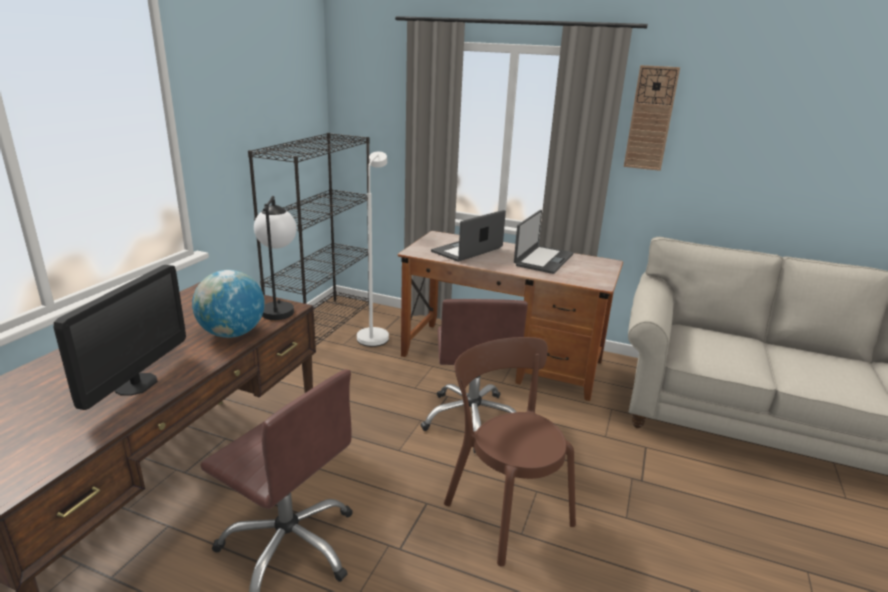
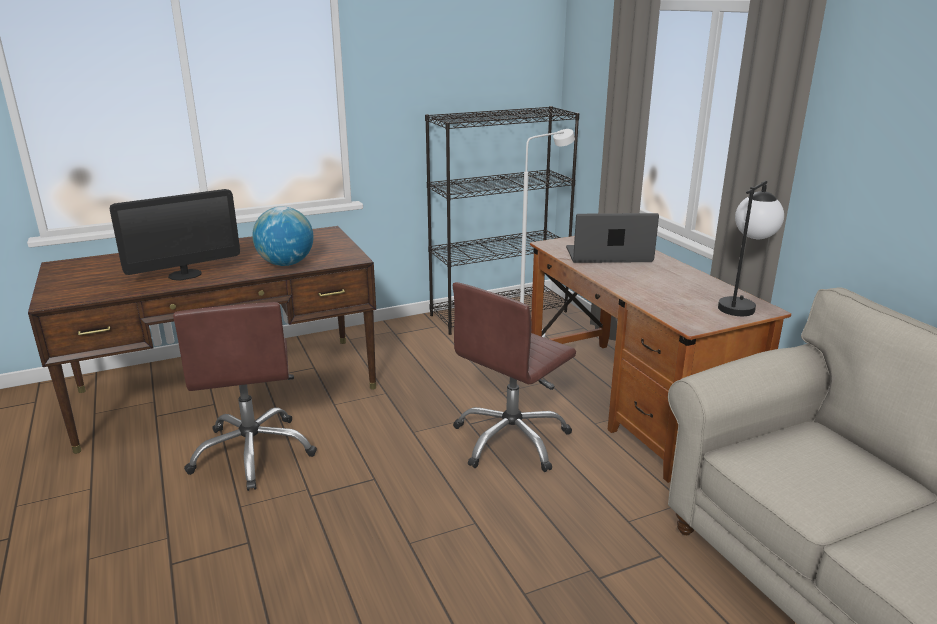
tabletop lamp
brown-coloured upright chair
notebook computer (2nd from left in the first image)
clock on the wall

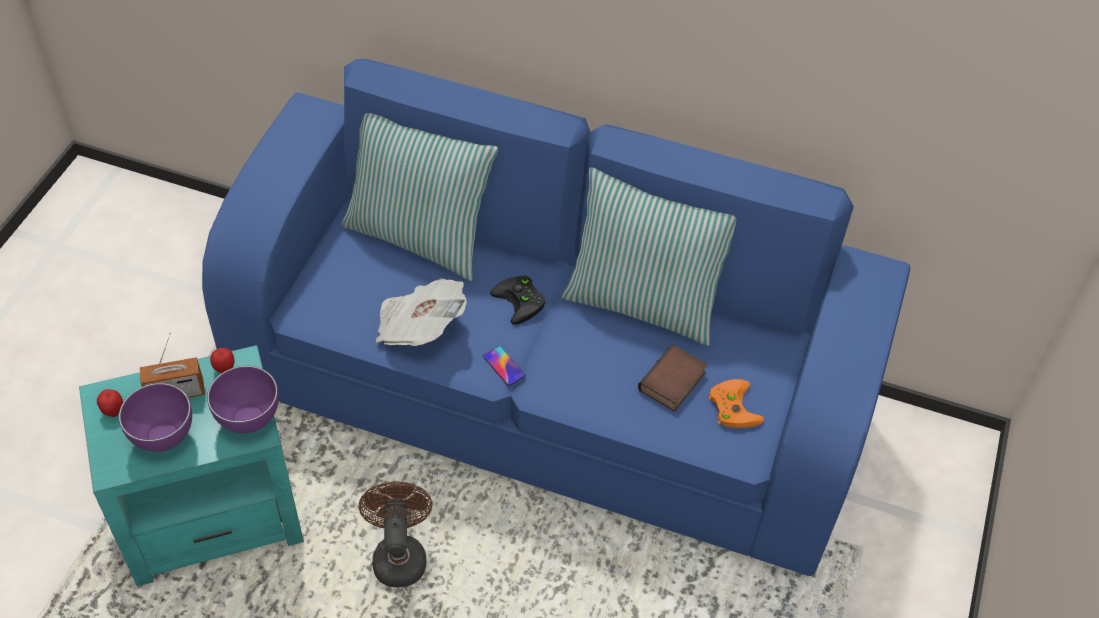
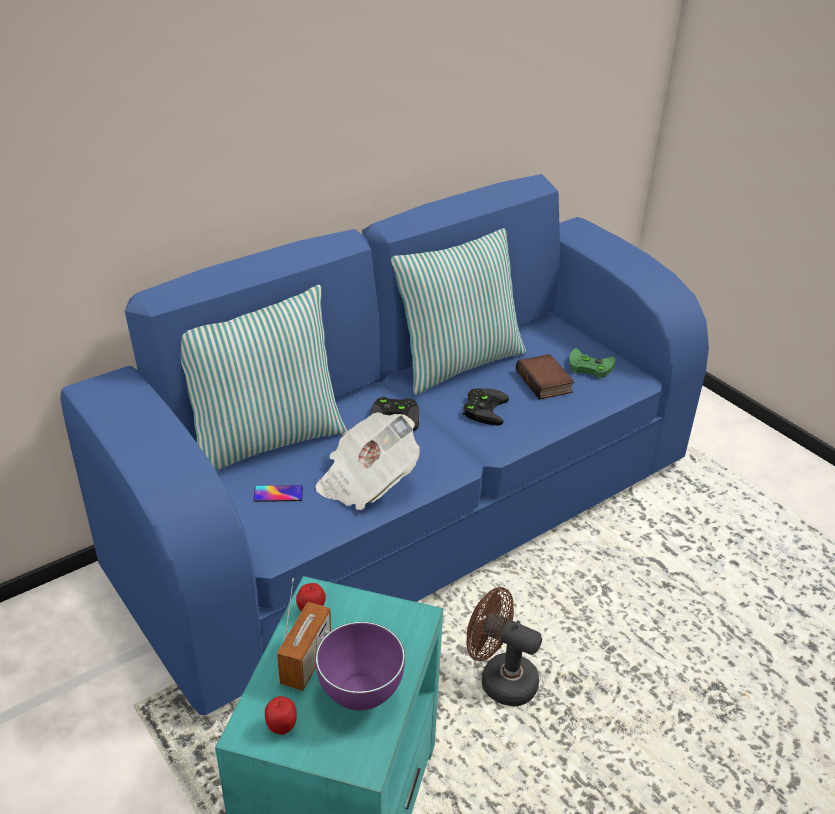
purplish bowl (2nd from left in the first image)
phone
green joypad
black joypad (2nd from left)

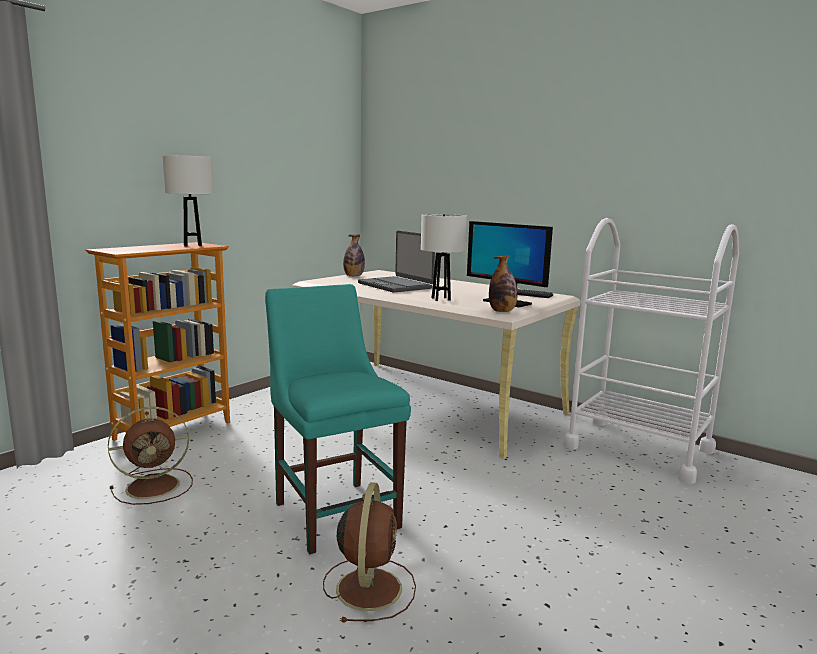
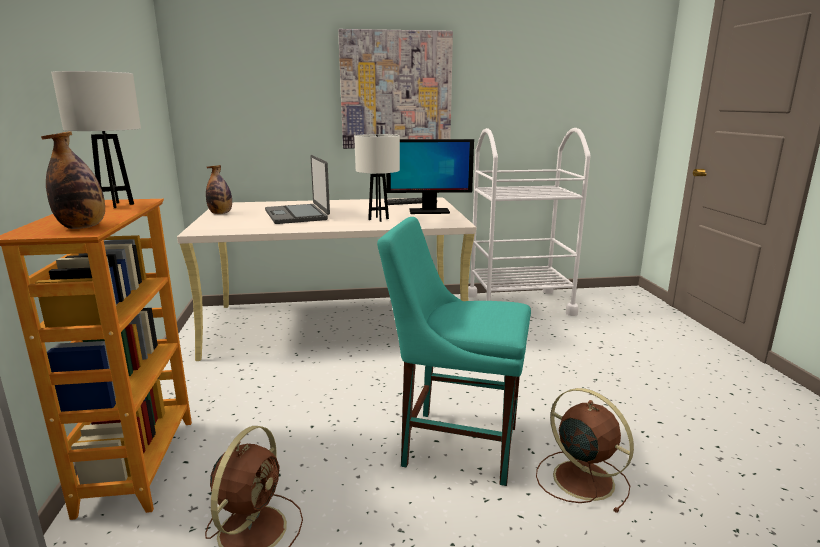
notebook computer
drink bottle (1st from left)
wall picture

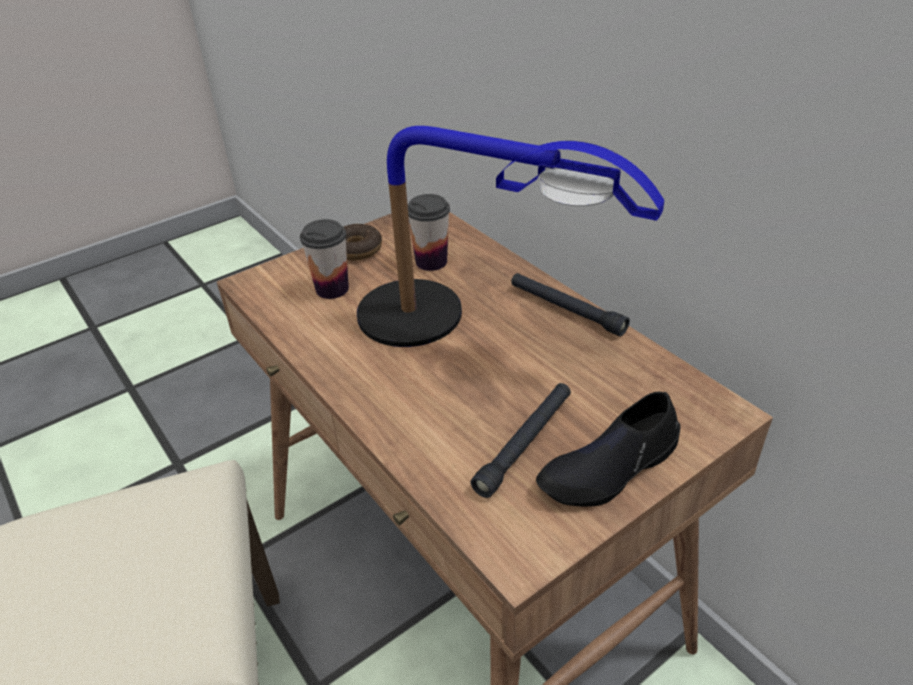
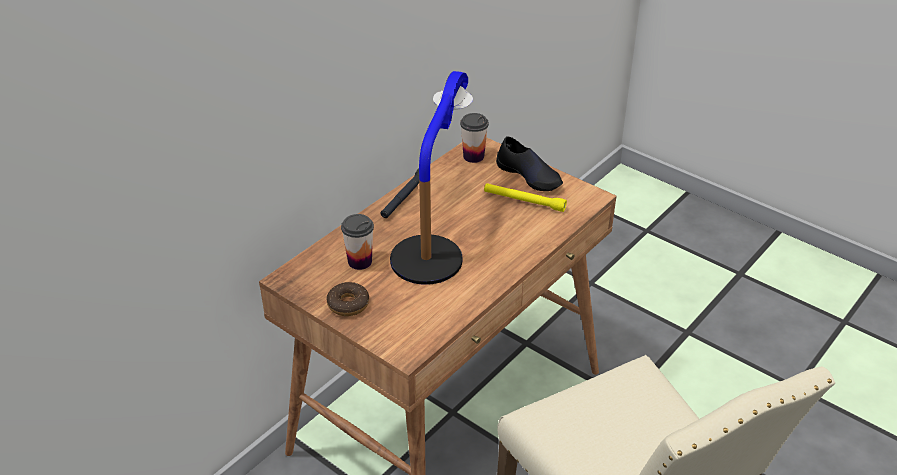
cup (2nd from left)
yellowish flashlight

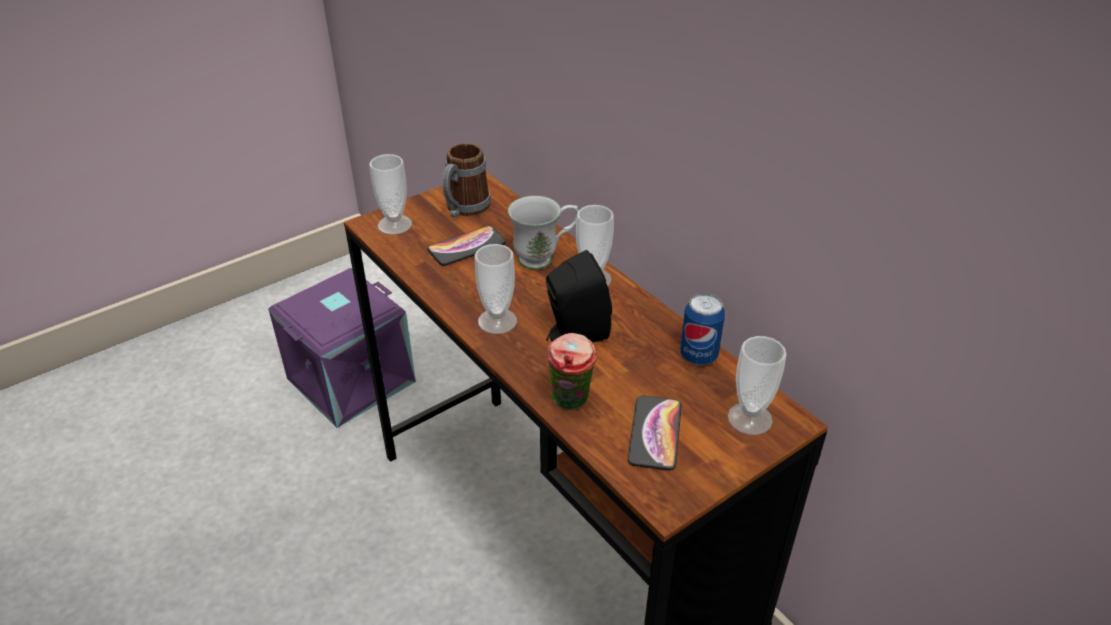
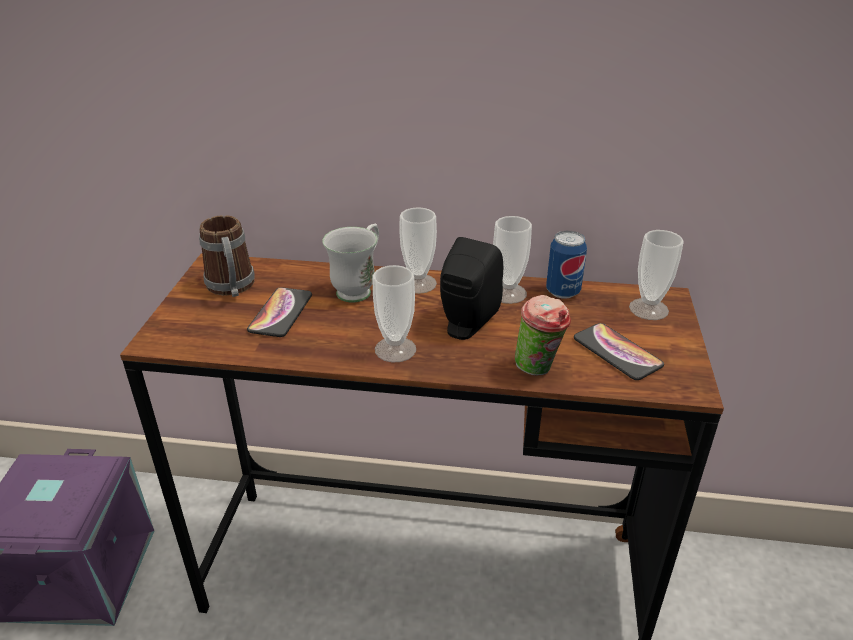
cup (3rd from left)

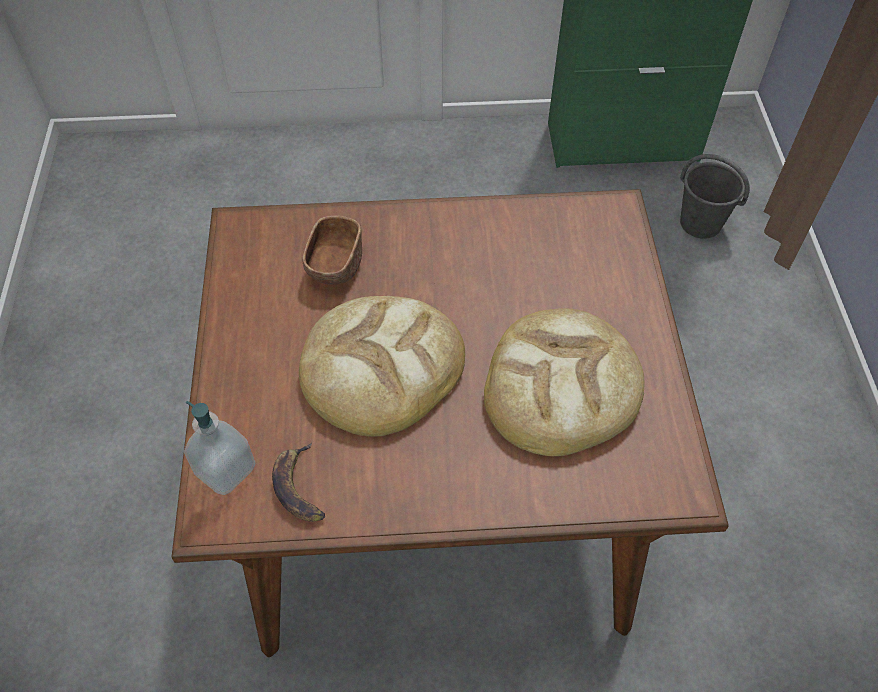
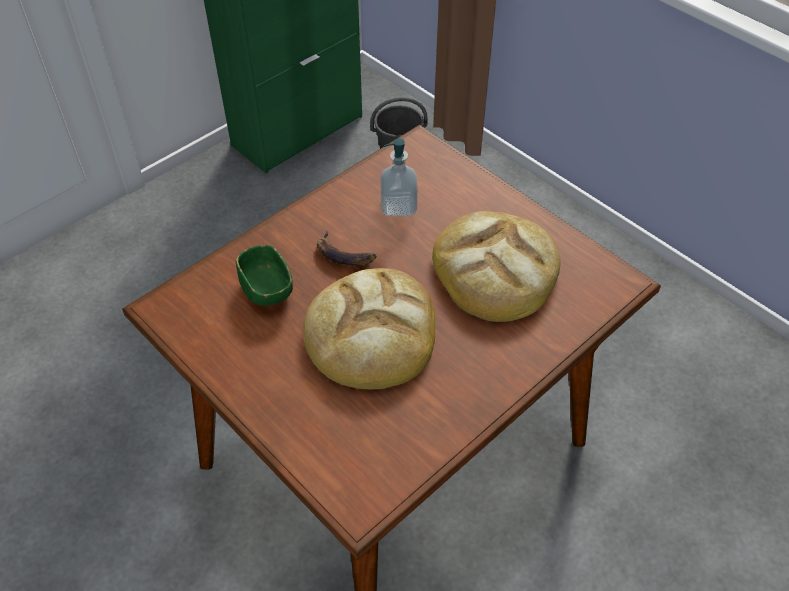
soap dispenser
whole banana
green bowl

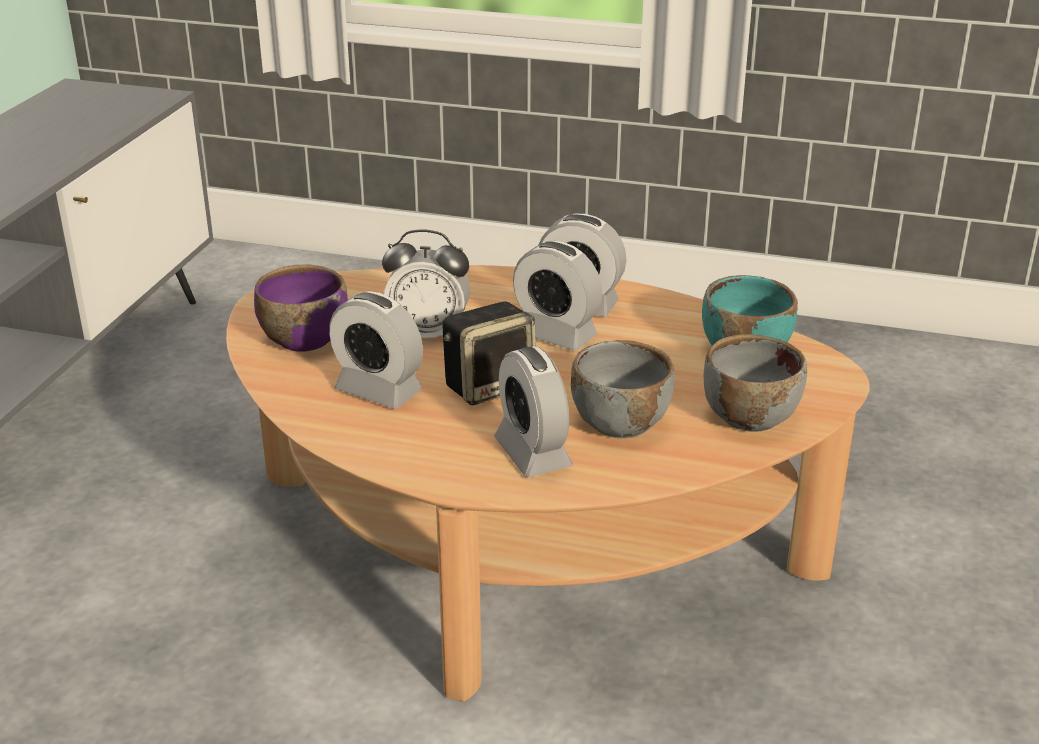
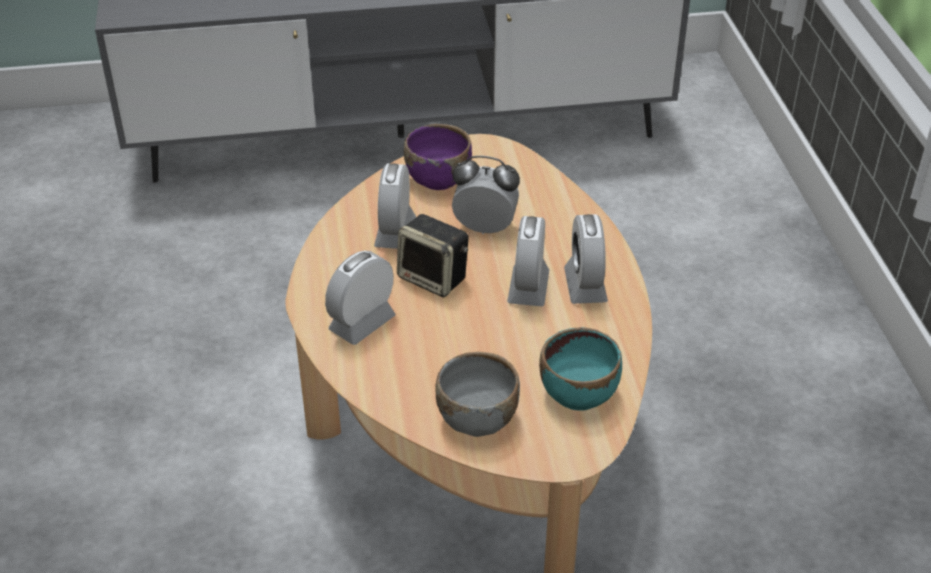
alarm clock (3rd from left)
greyish bowl (1st from left in the first image)

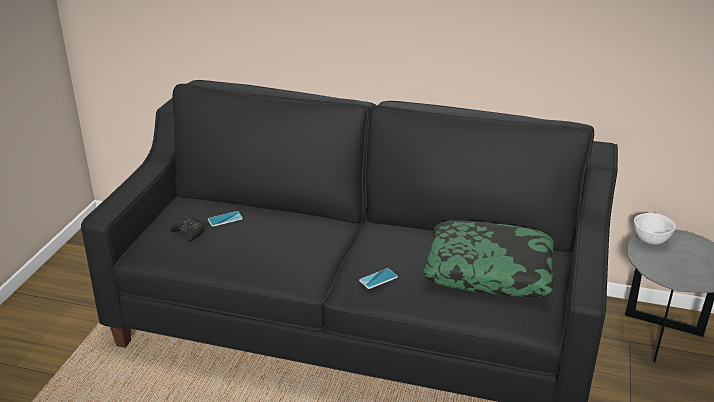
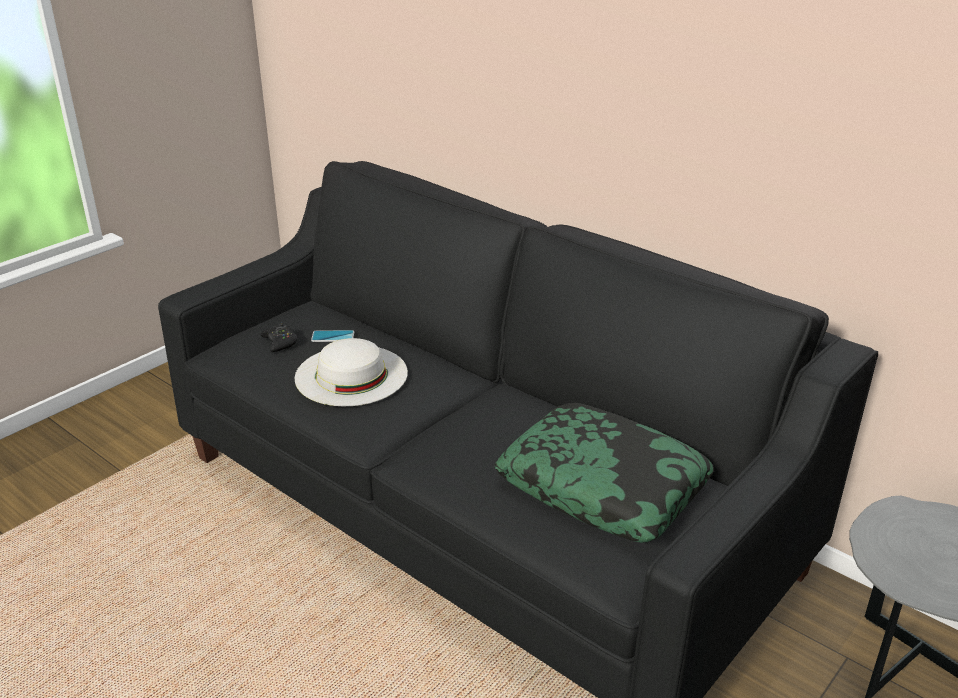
phone (2nd from left in the first image)
white-coloured bowl
white-coloured wearable hat

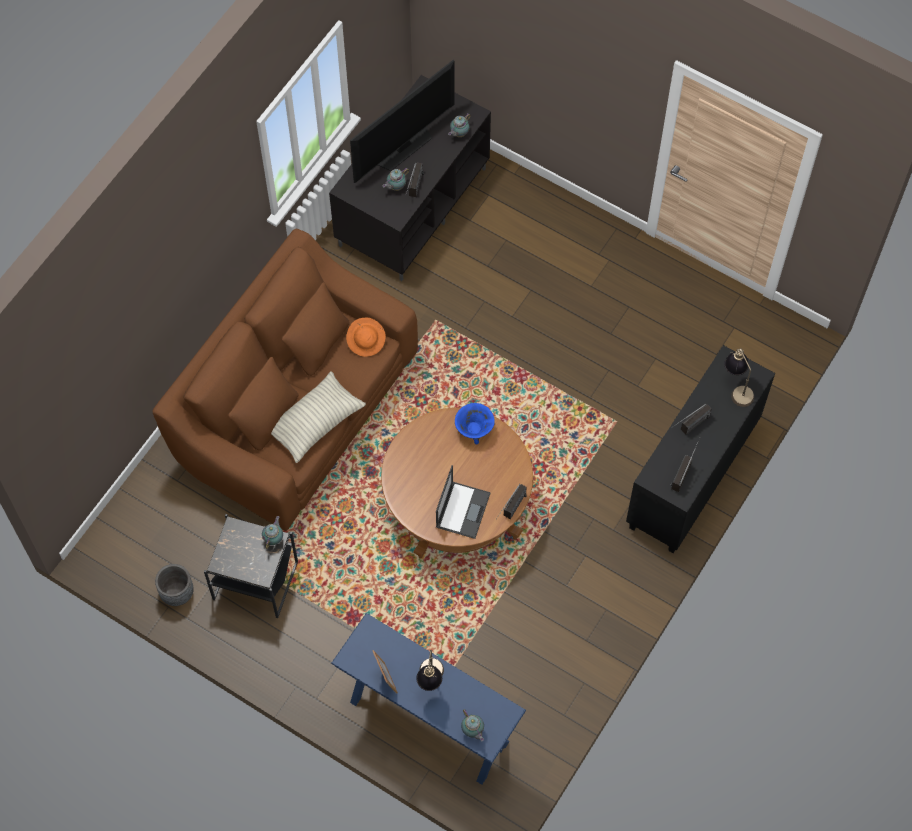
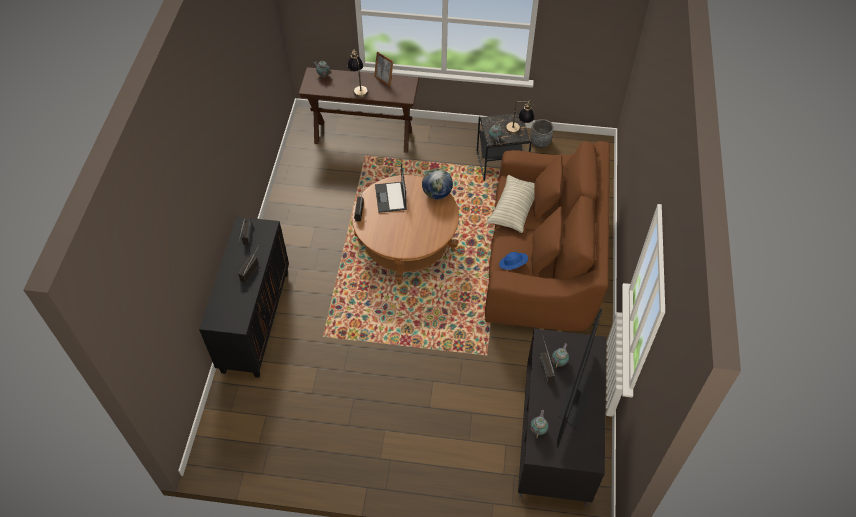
brown-coloured hall table
bluish wearable hat
bluish bowl
tabletop lamp (2nd from left)
desk globe

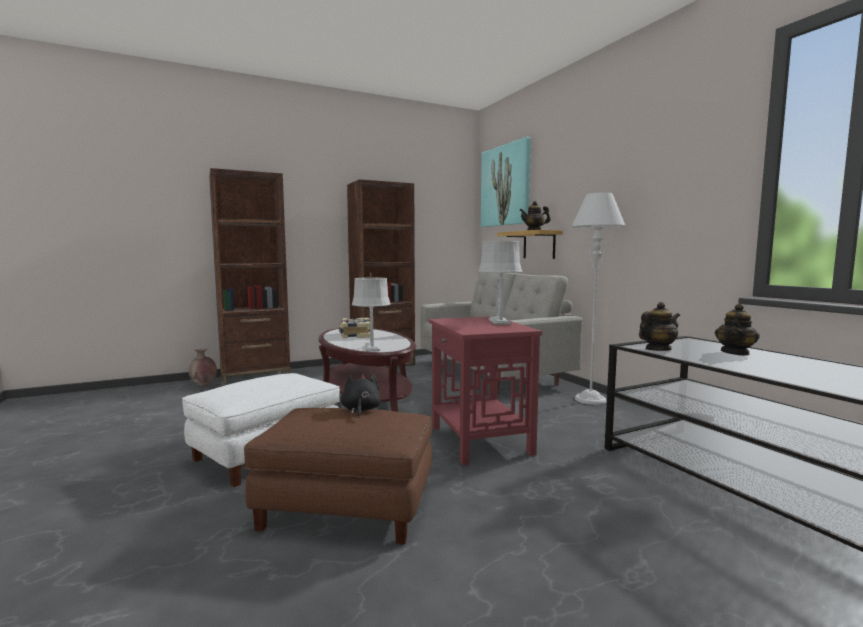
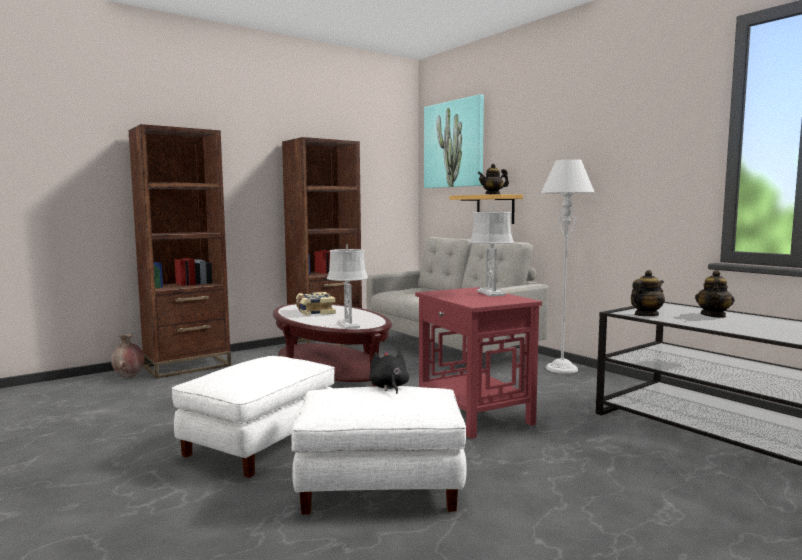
white-coloured ottoman (2nd from left)

